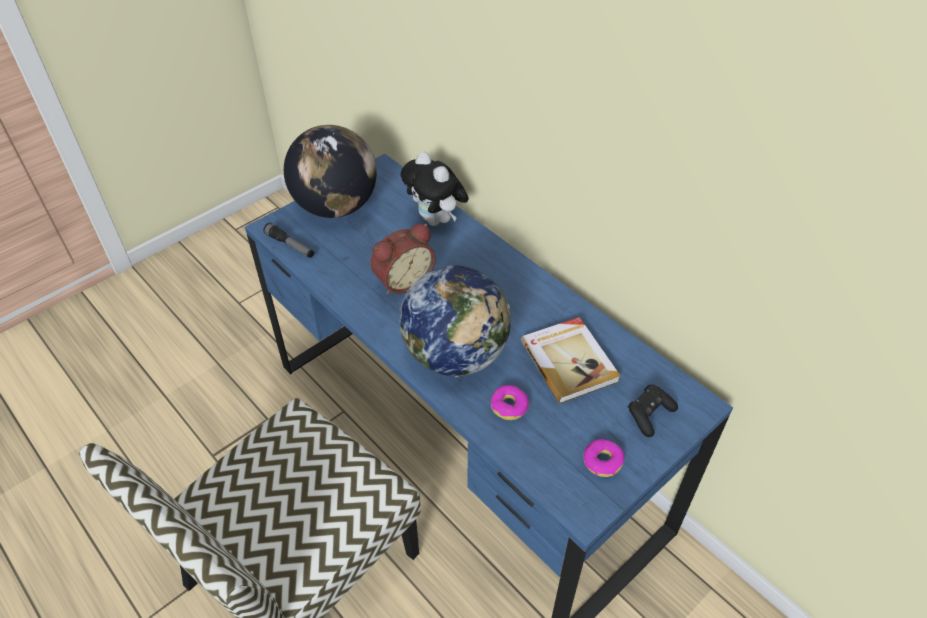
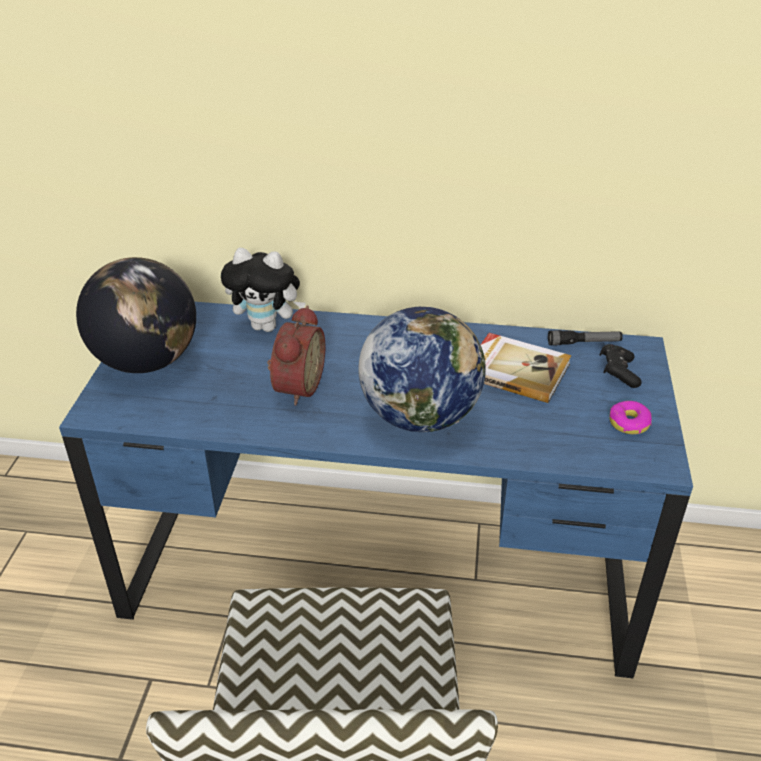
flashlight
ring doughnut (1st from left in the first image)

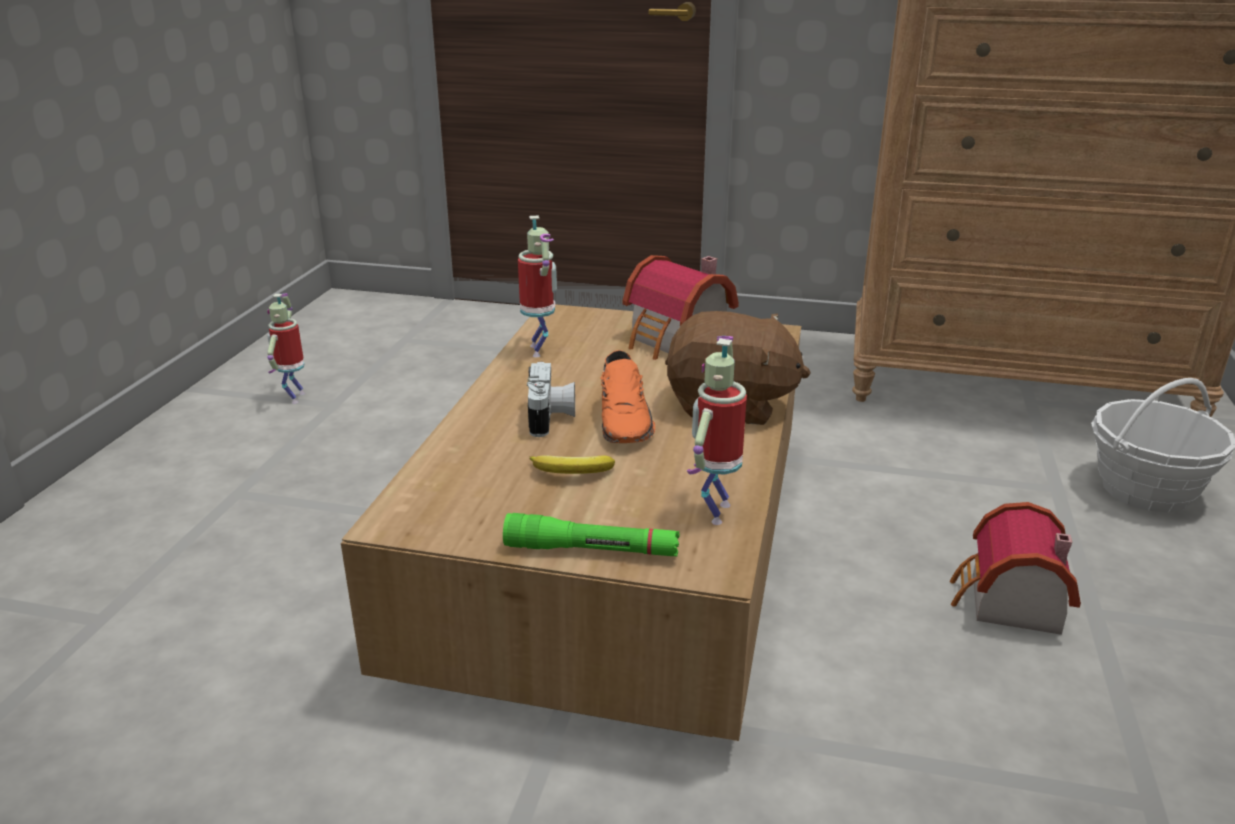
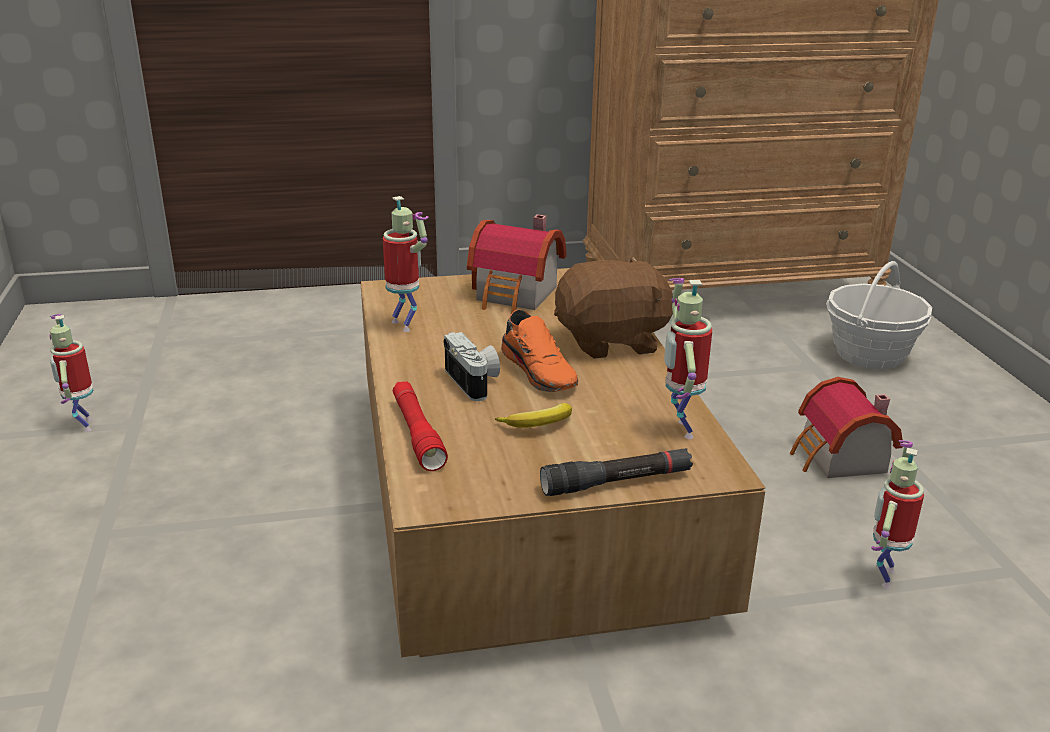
black flashlight
red flashlight
toy robot (4th from left)

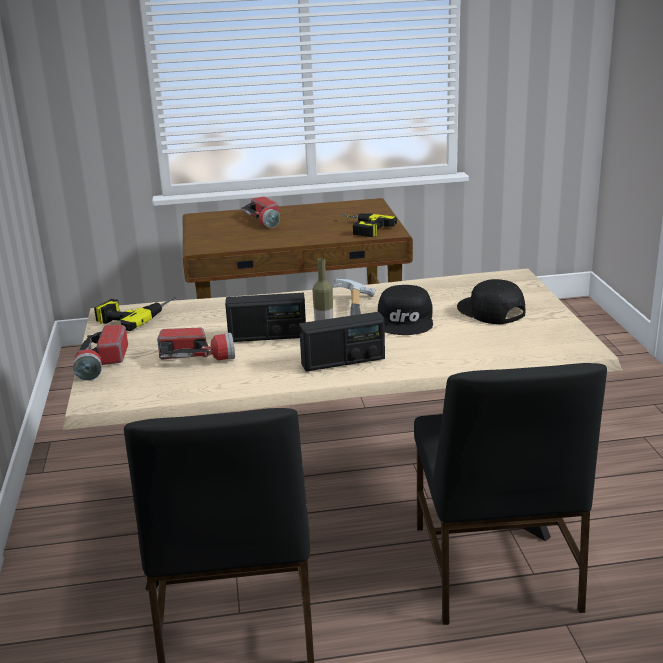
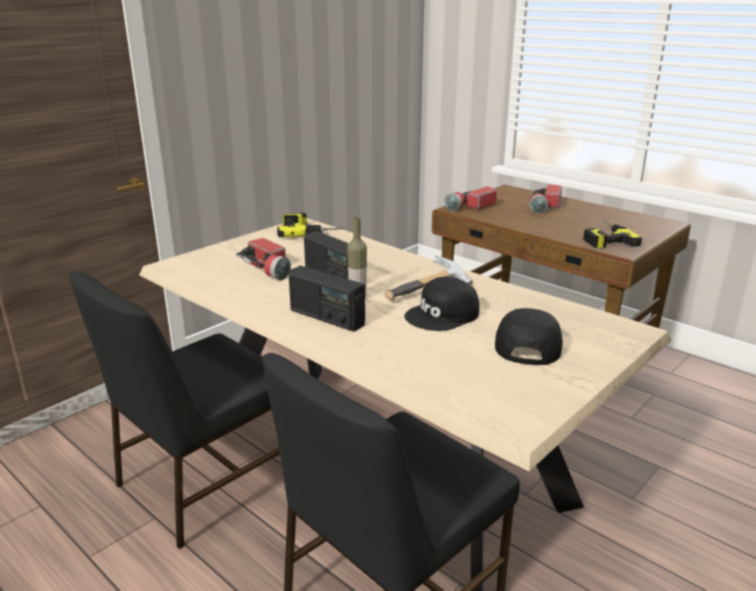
flashlight (2nd from left)

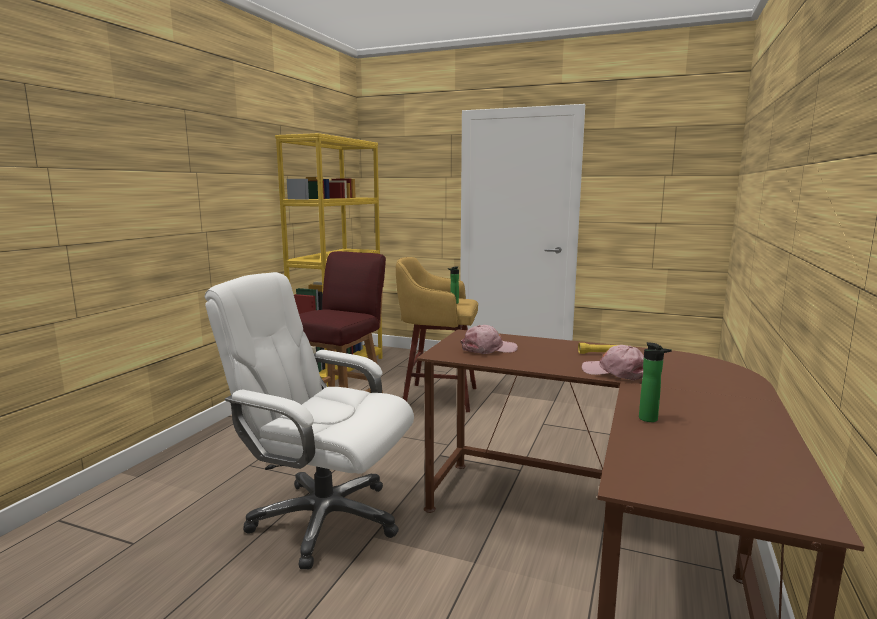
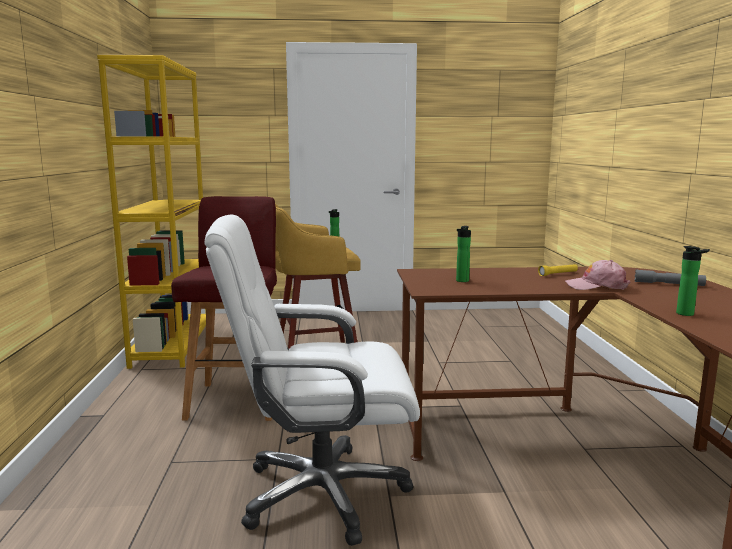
drink bottle (2nd from left)
greyish flashlight

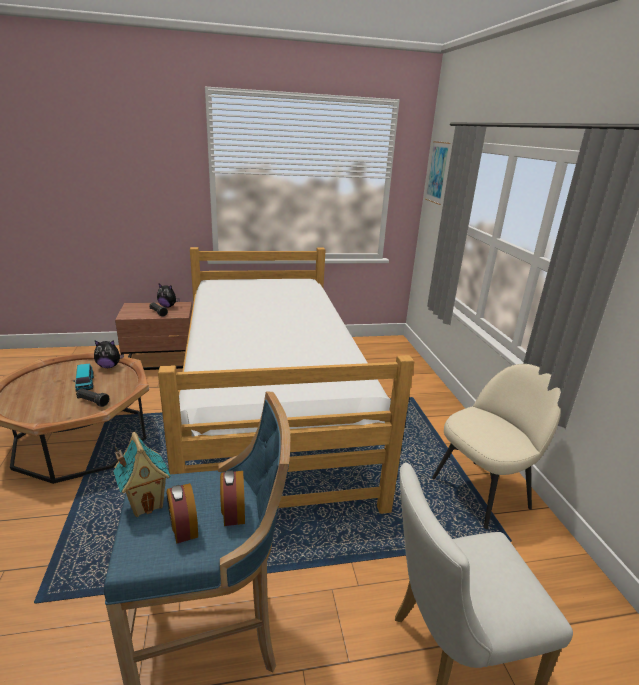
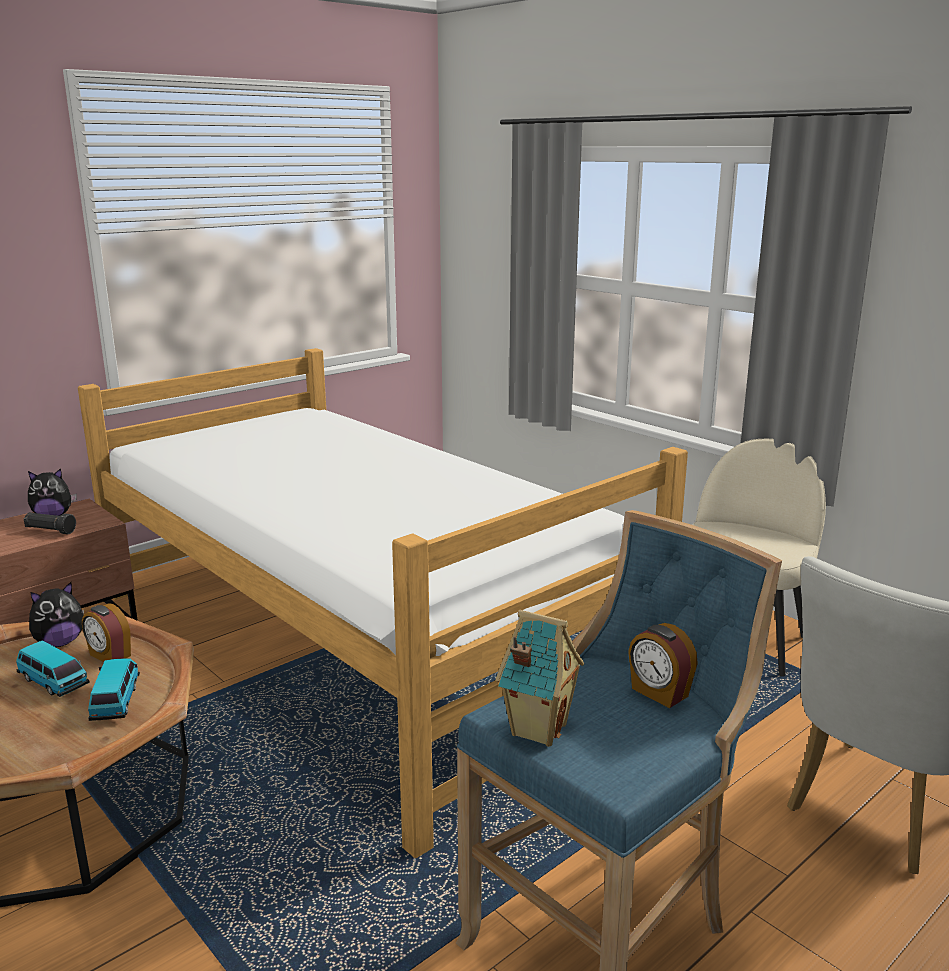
miniature car (2nd from left)
alarm clock (1st from left)
wall picture

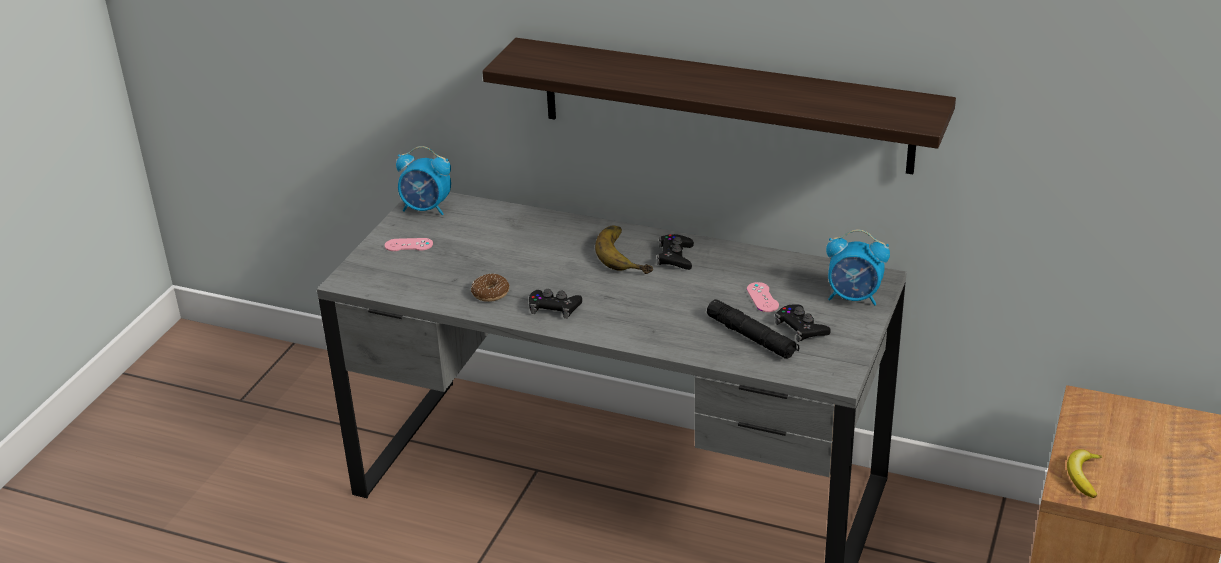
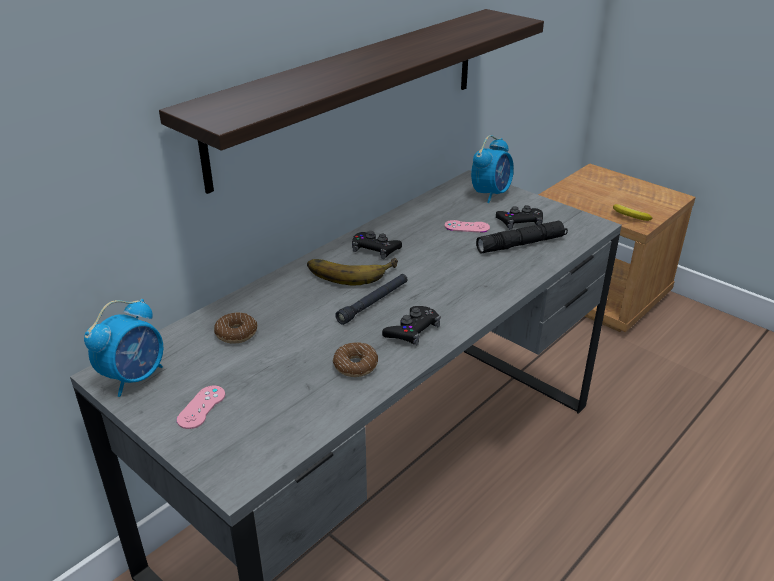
ring doughnut (1st from left)
black flashlight (1st from left)

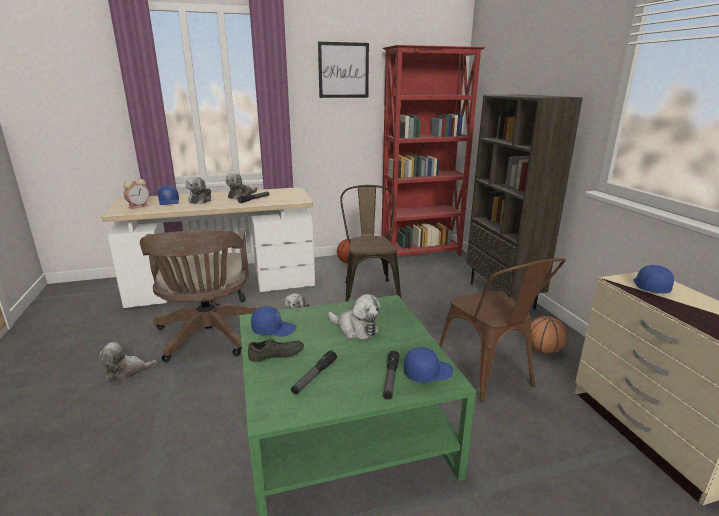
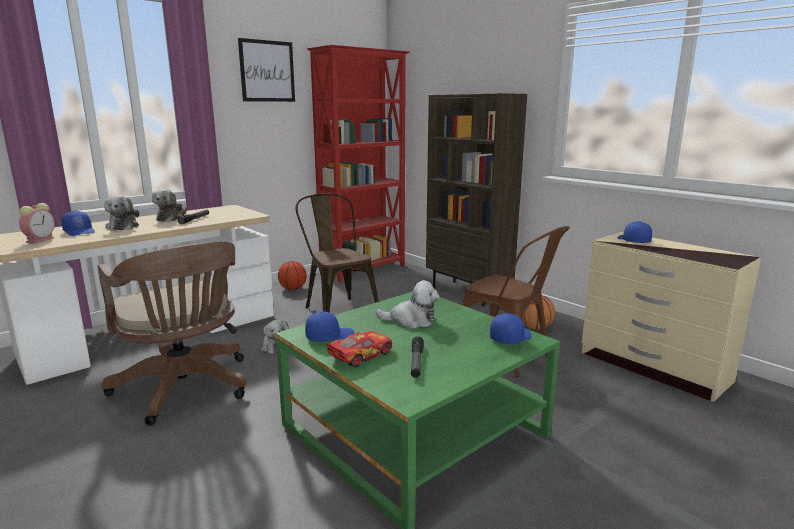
plush toy (1st from left in the first image)
miniature car
flashlight (3rd from left in the first image)

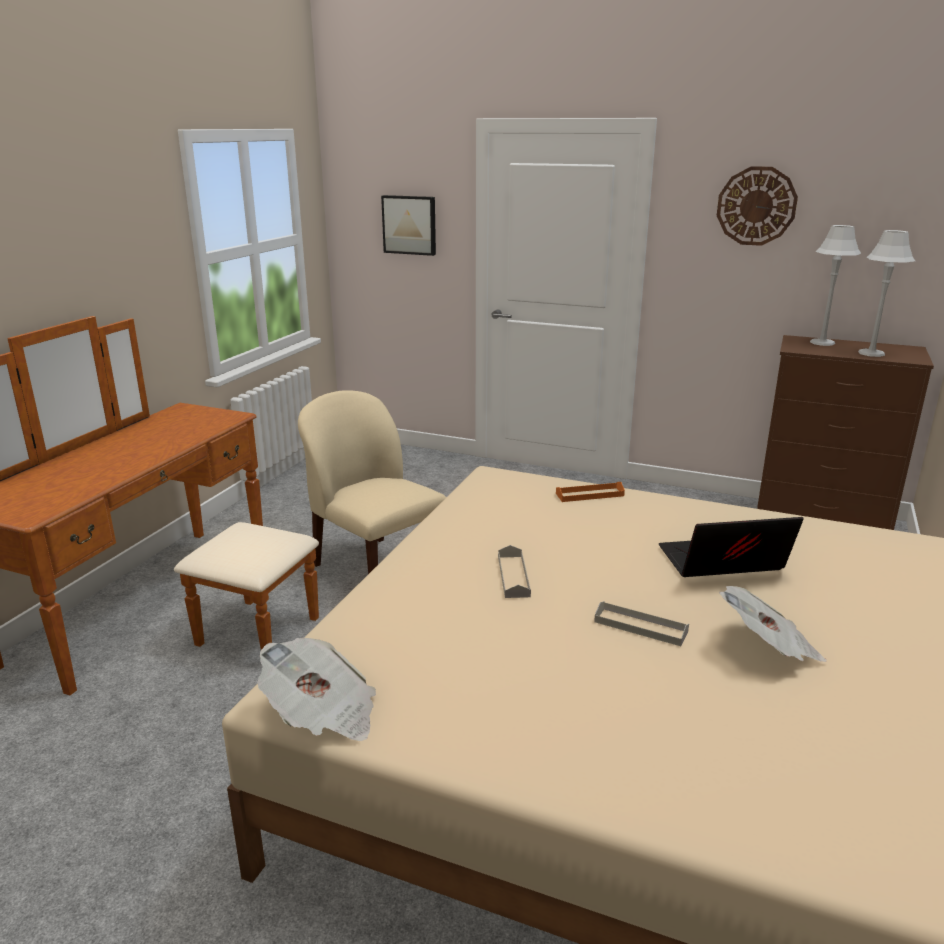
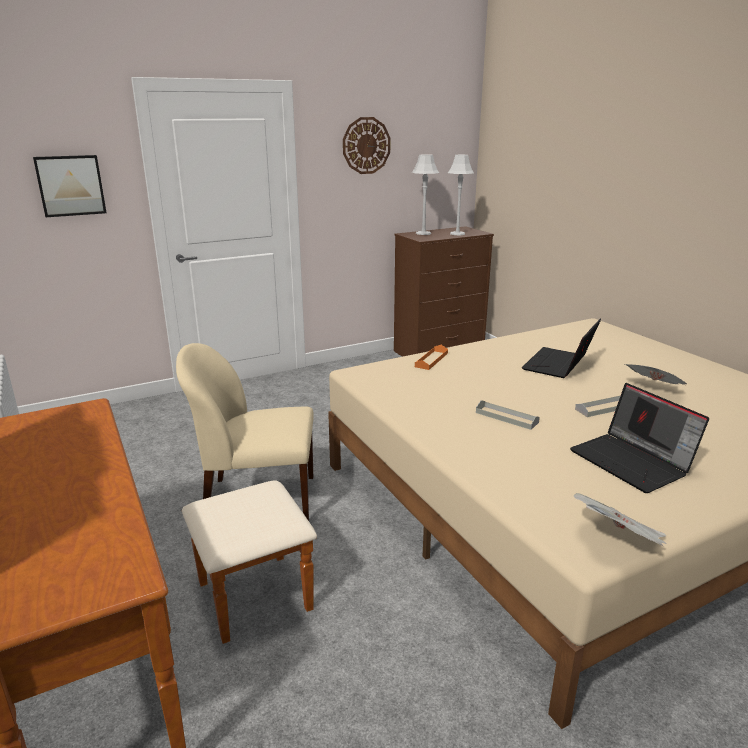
notebook computer (2nd from left)

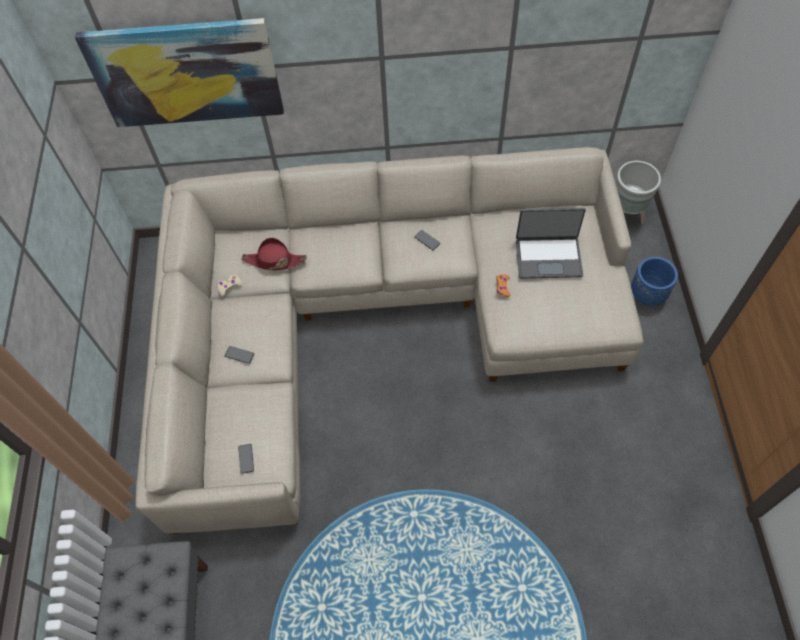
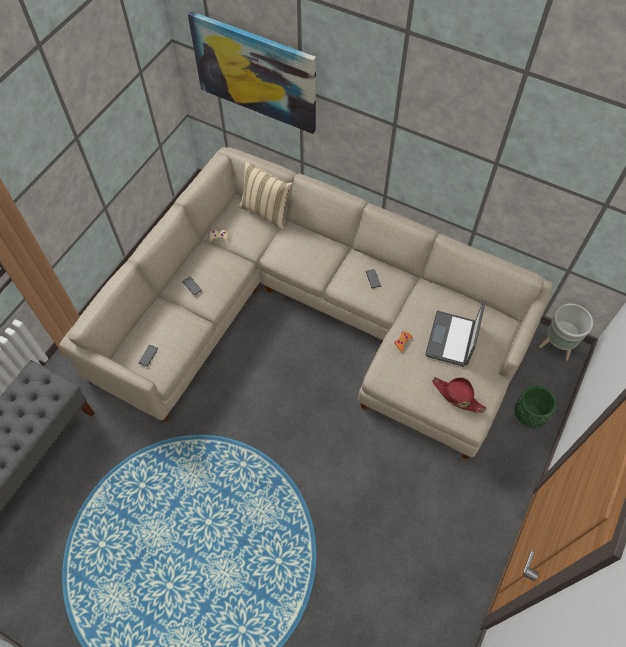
red wearable hat
notebook computer
green flower pot
beige throw pillow

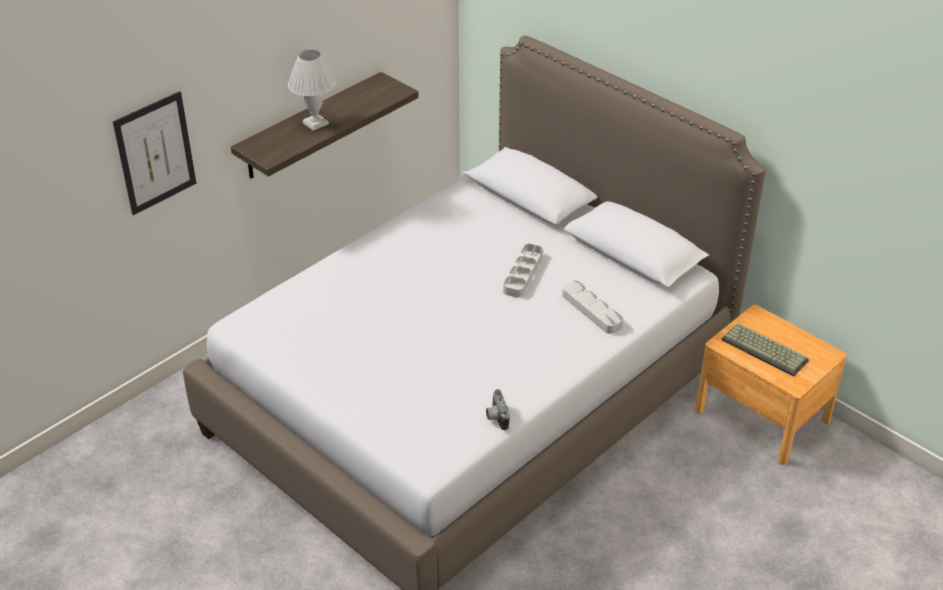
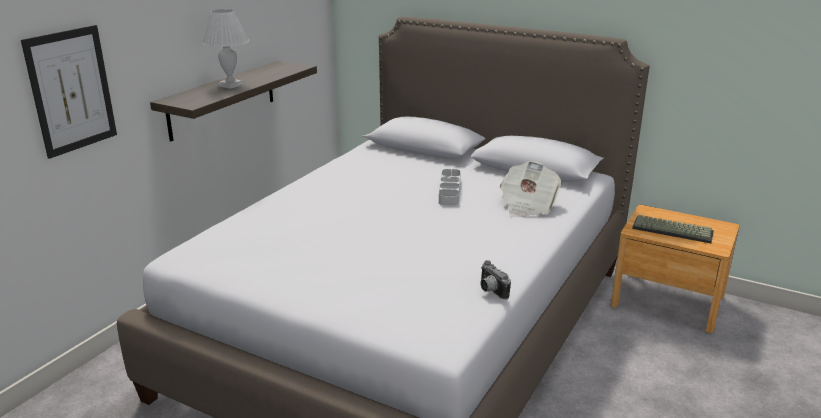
printed paper

